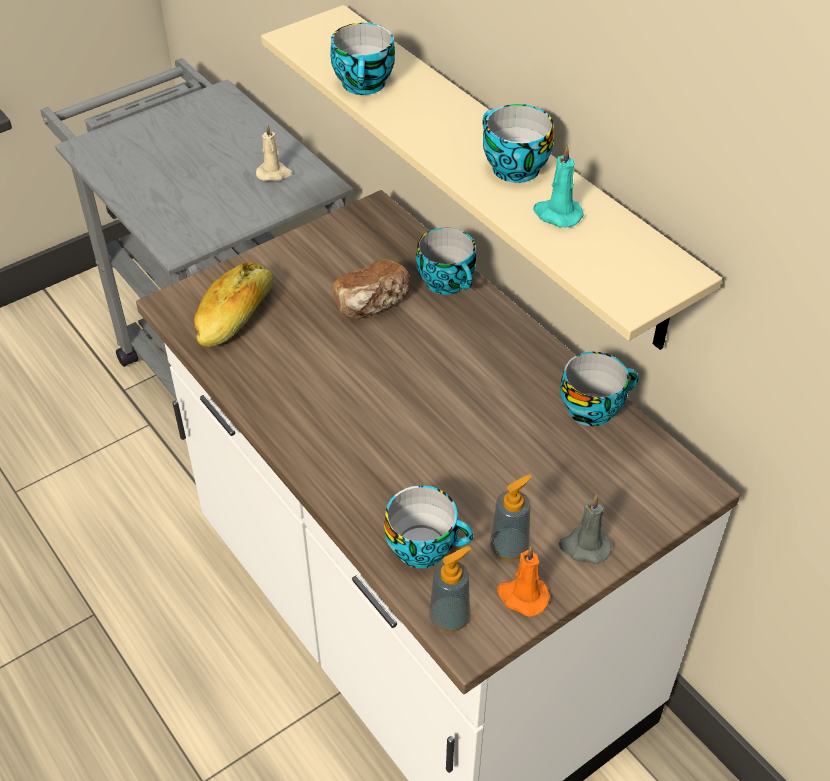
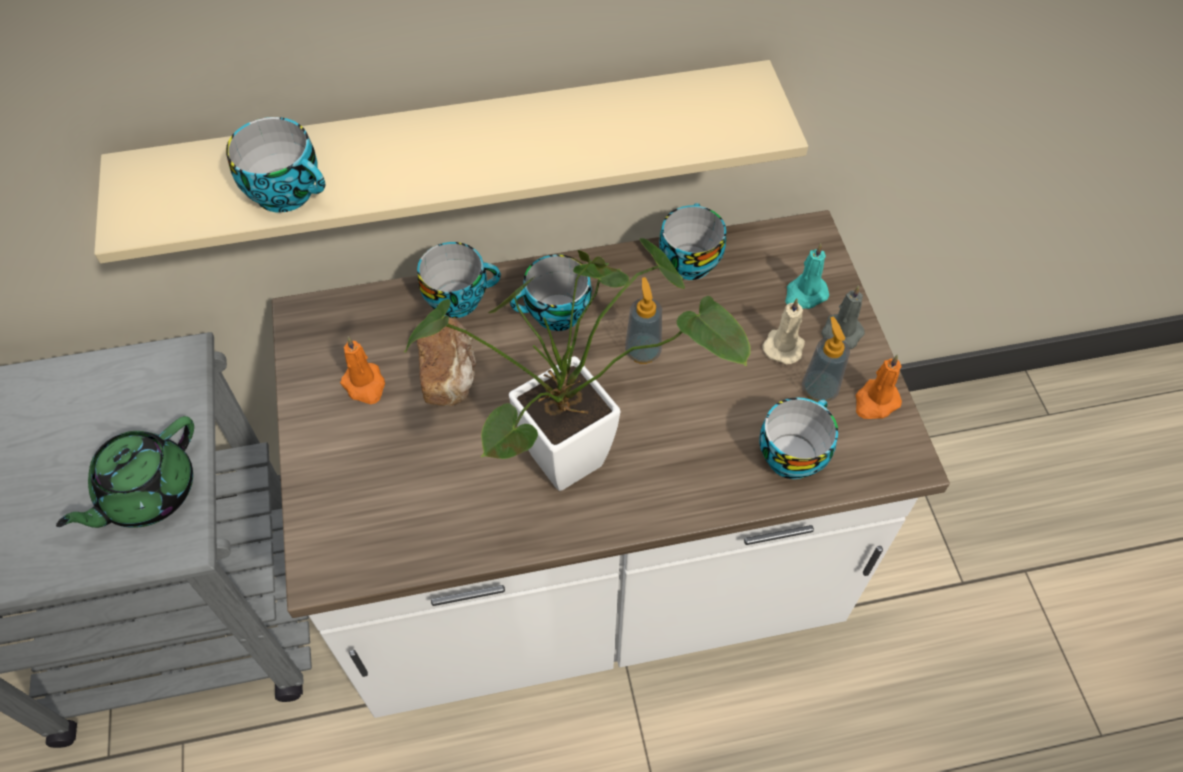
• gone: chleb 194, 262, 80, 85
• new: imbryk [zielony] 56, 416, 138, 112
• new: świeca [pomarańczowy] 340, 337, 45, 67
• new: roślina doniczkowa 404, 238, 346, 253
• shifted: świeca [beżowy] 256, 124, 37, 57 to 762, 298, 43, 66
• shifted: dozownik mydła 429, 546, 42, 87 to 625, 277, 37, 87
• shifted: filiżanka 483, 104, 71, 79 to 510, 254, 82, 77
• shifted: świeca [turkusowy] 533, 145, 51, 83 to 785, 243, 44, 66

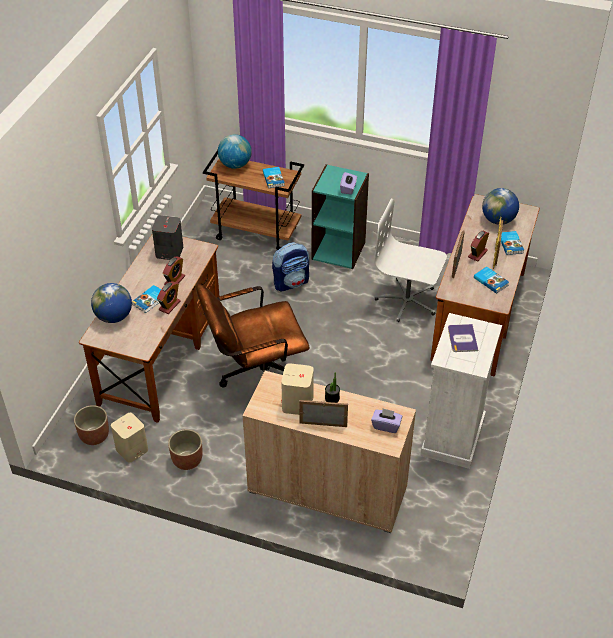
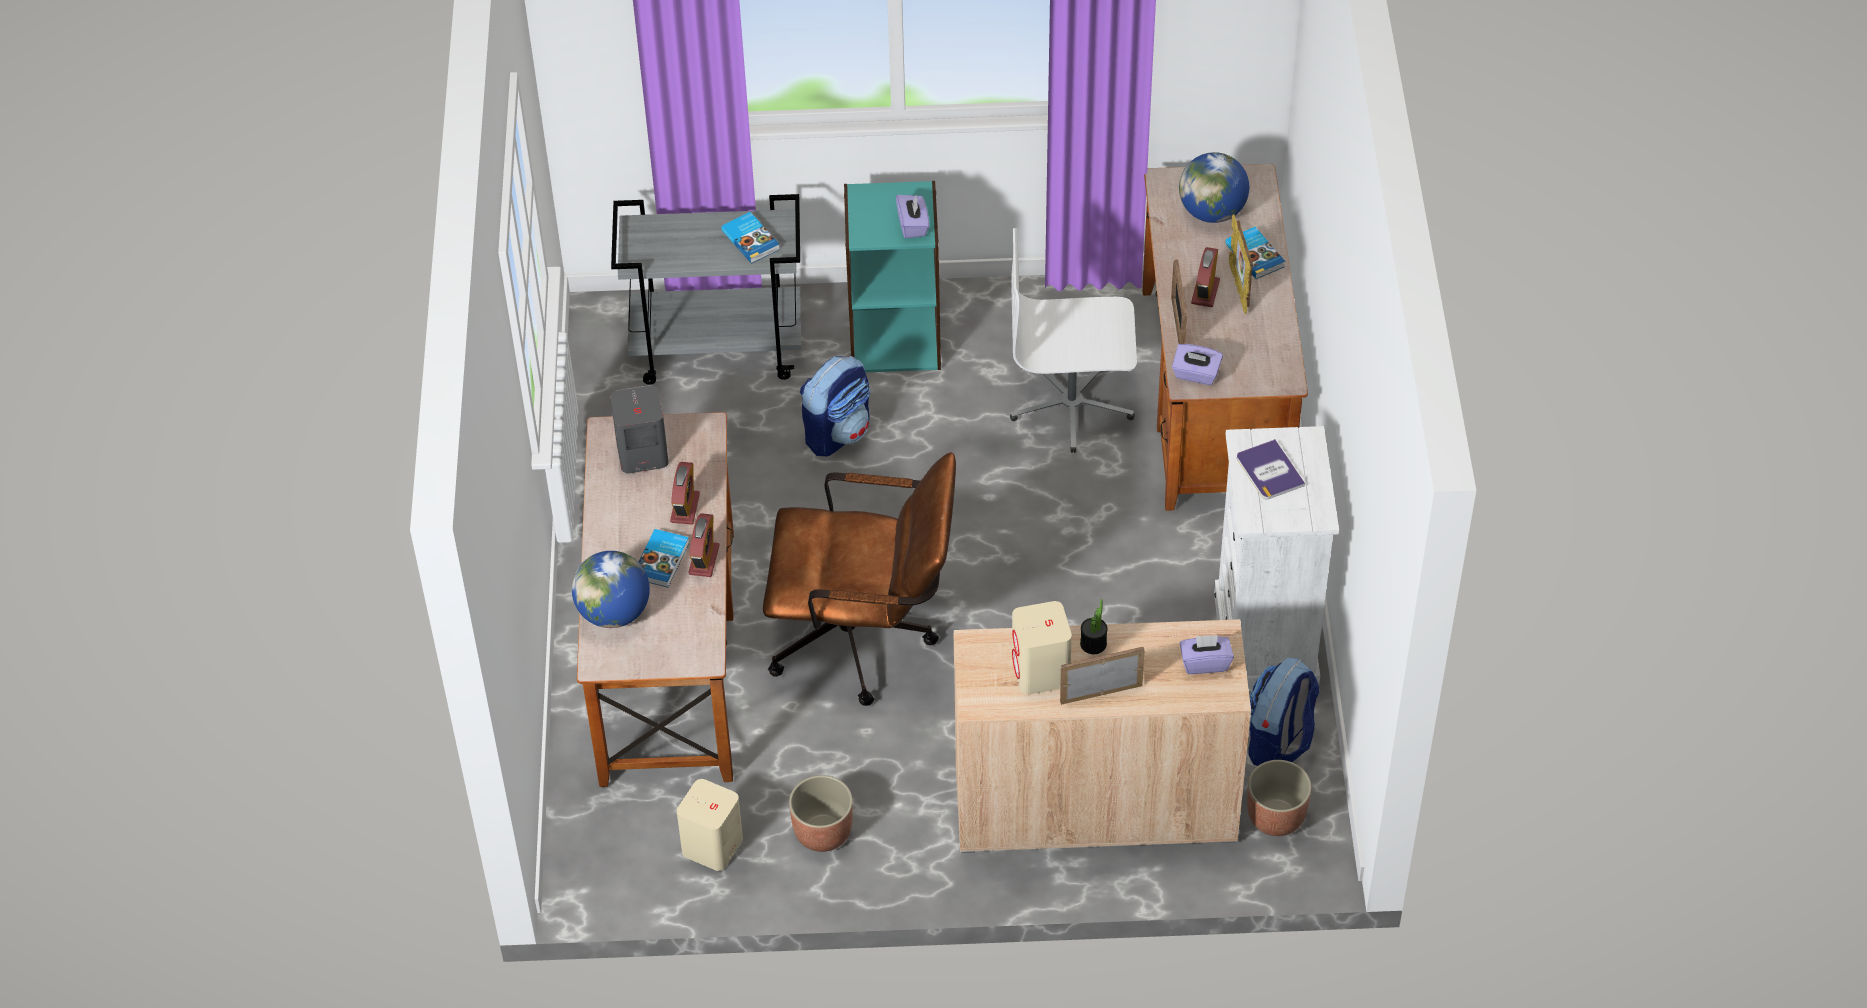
• gone: globus 218, 134, 34, 35
• gone: książka 474, 267, 35, 27
• new: pudełko chusteczek [fioletowy] 1172, 344, 51, 41
• new: plecak 1249, 658, 71, 108
• shifted: donica 74, 405, 35, 40 to 1247, 760, 65, 76
• repainted: wózek [brązowy] 203, 150, 101, 101 to wózek [szary] 611, 194, 191, 191
• rotated: krzesło biurowe [brązowy] 196, 284, 114, 103 = 763, 452, 193, 254 135 degrees counterclockwise

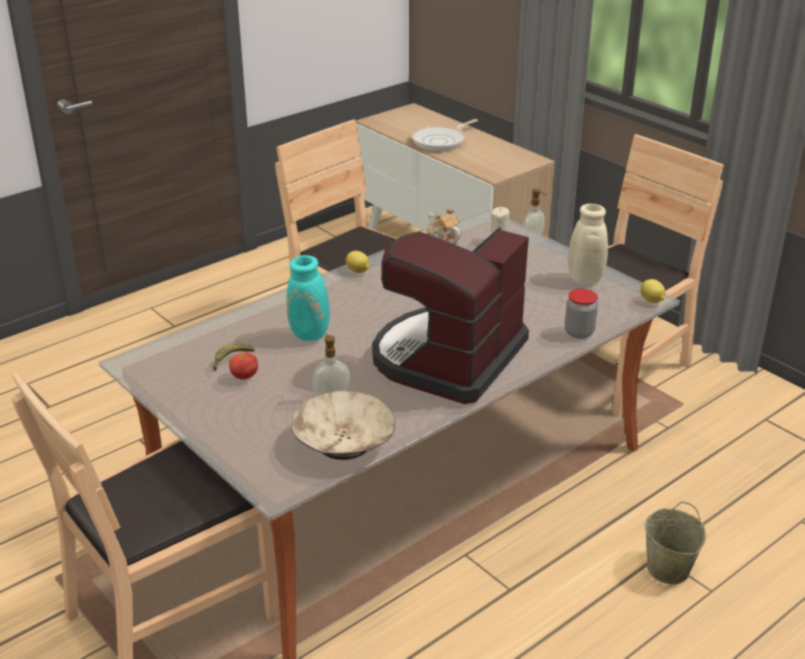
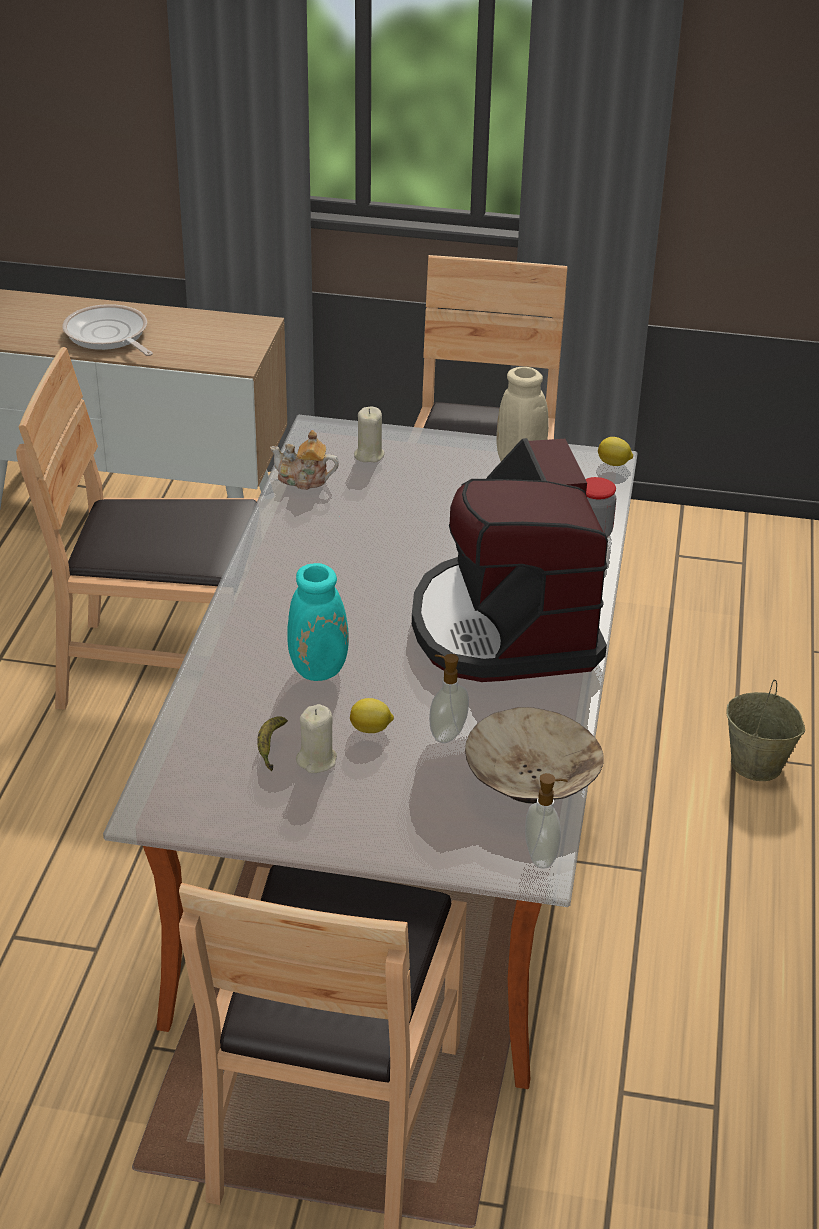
• shifted: cytryna 346, 251, 23, 22 to 350, 698, 44, 35
• shifted: dozownik mydła 523, 188, 23, 57 to 525, 773, 43, 96
• swapped: pomidor 229, 352, 29, 28 to świeca [beżowy] 296, 704, 41, 69
• rotated: patelnia 411, 119, 67, 32 = 62, 304, 91, 52 135 degrees clockwise

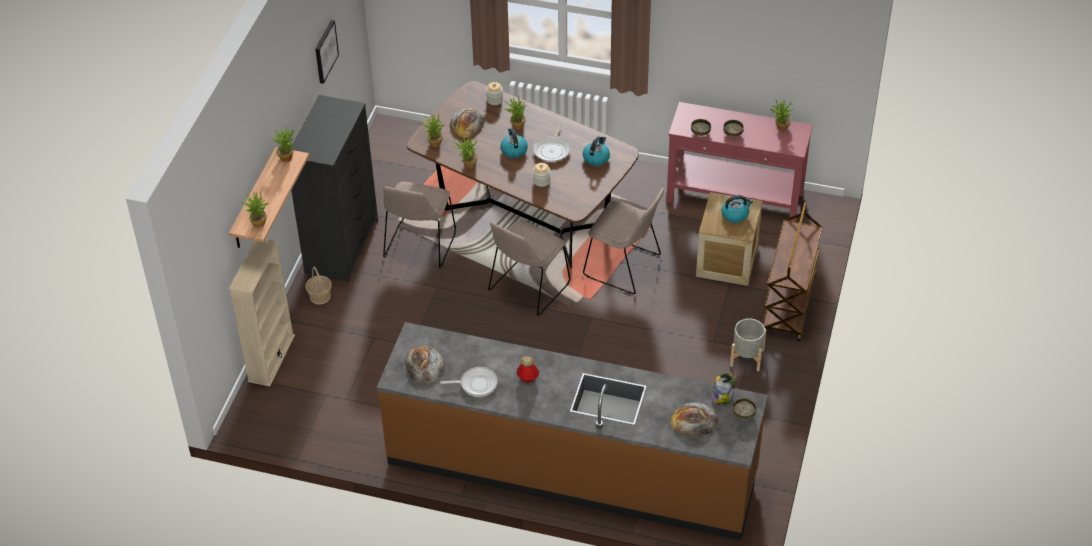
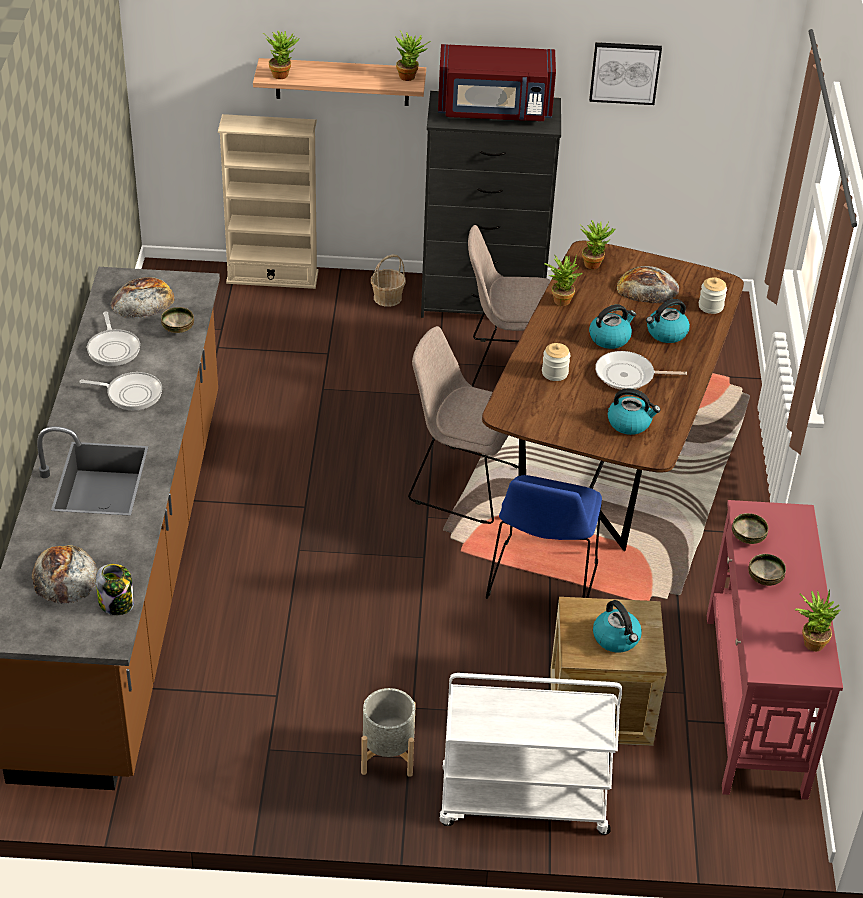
• new: mikrofalówka [czerwony] 438, 44, 118, 77
• shifted: miska 733, 398, 23, 22 to 161, 307, 33, 26
• swapped: roślina doniczkowa 503, 95, 24, 35 to czajnik 646, 299, 44, 44
• swapped: butelka 517, 356, 22, 27 to patelnia 79, 372, 83, 38
• repainted: krzesło [beżowy] 583, 188, 81, 106 to krzesło [niebieski] 486, 475, 116, 124
• repainted: wózek [brązowy] 763, 202, 59, 139 to wózek [biały] 440, 673, 182, 162

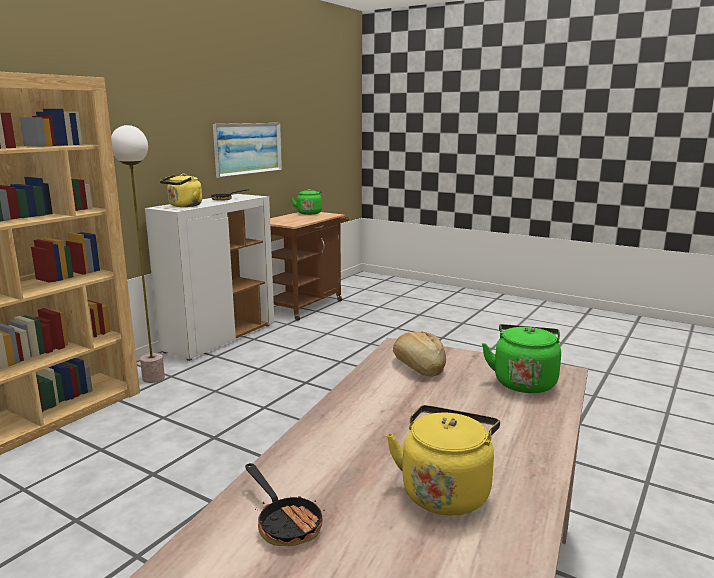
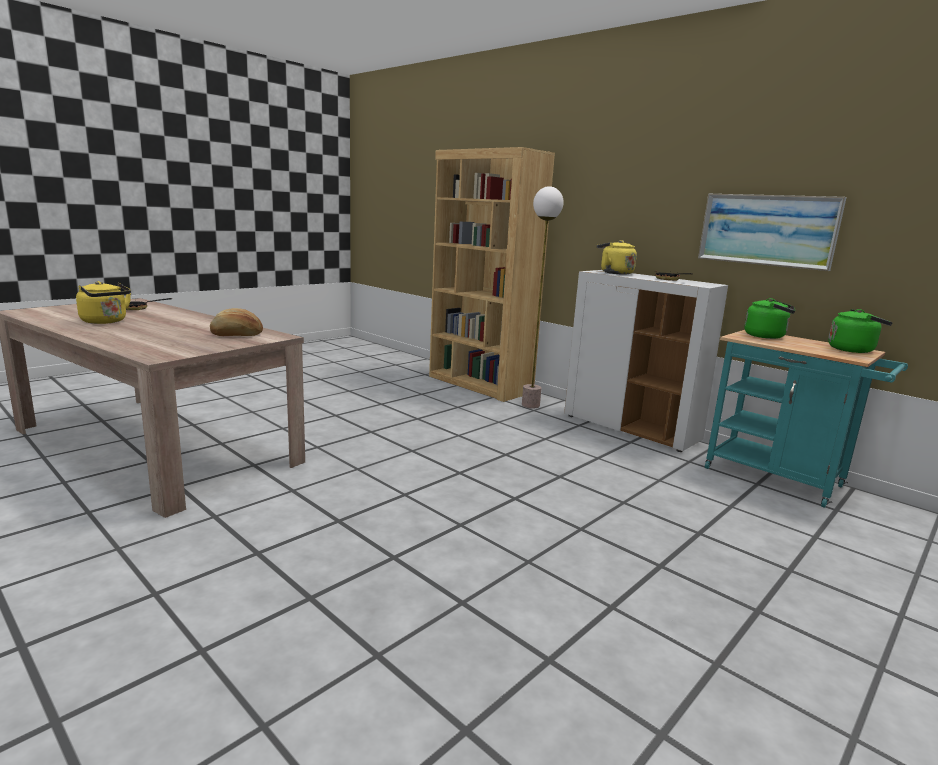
• shifted: czajnik [zielony] 482, 324, 79, 69 to 744, 298, 52, 41
• repainted: wózek [brązowy] 270, 212, 79, 109 to wózek [turkusowy] 705, 330, 203, 178

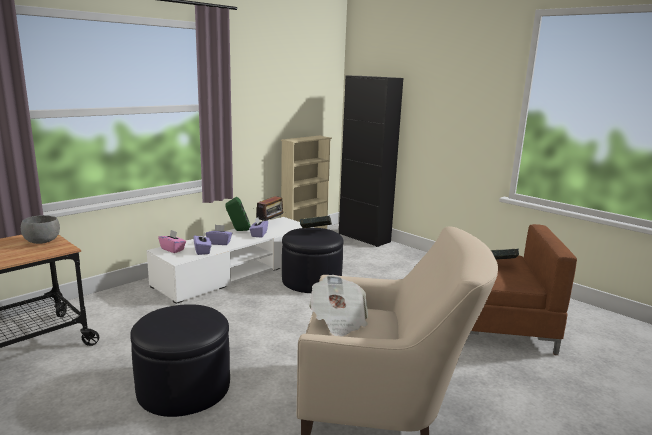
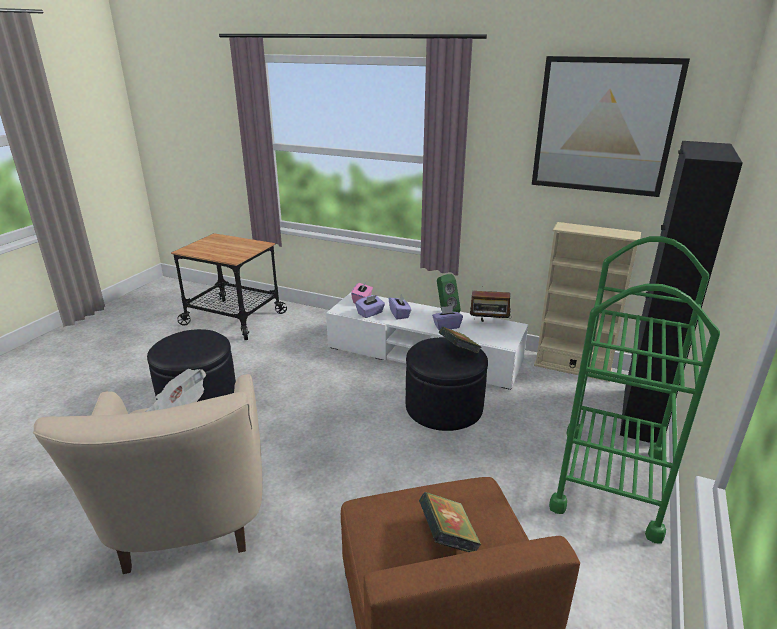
• gone: miska [szary] 21, 215, 39, 29
• new: obraz 532, 56, 158, 141
• new: wózek [zielony] 549, 236, 171, 308

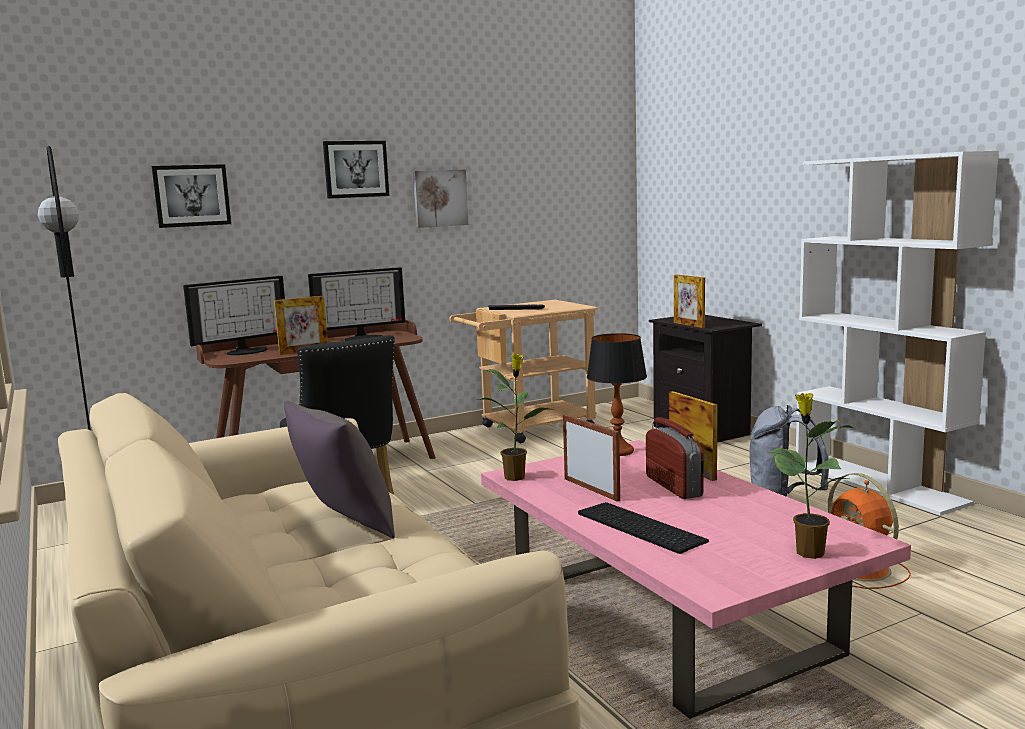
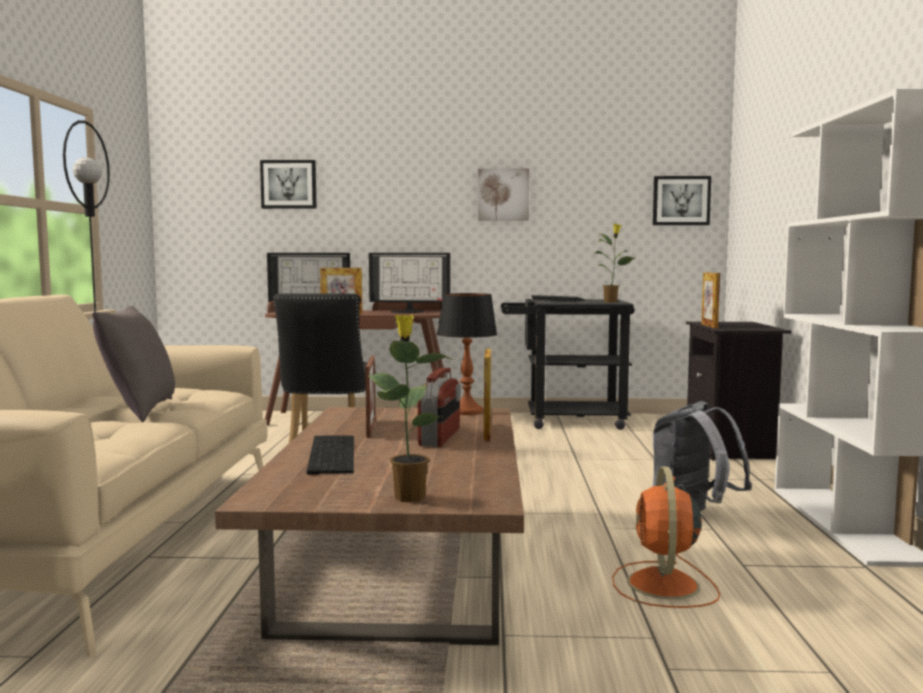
• shifted: obraz 323, 141, 66, 58 to 653, 176, 58, 49
• shifted: roślina doniczkowa 477, 354, 78, 127 to 595, 224, 40, 79
• repainted: wózek [beżowy] 449, 300, 149, 143 to wózek [czarny] 501, 299, 134, 131
• repainted: ława [różowy] 481, 440, 430, 279 to ława [brązowy] 215, 407, 309, 238

